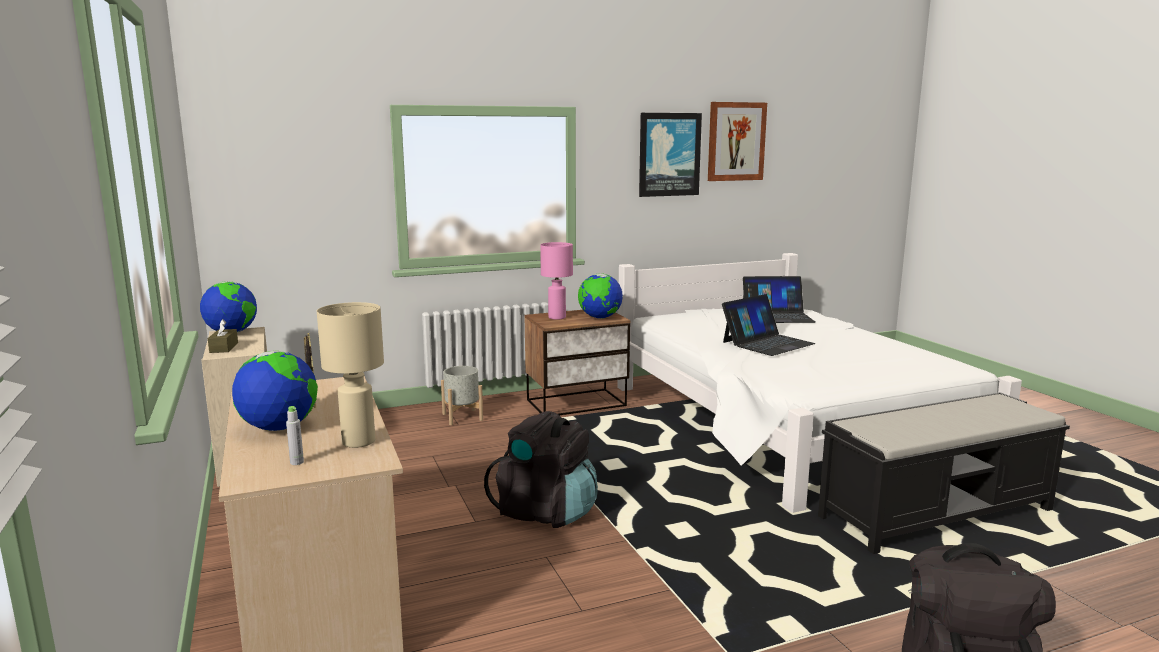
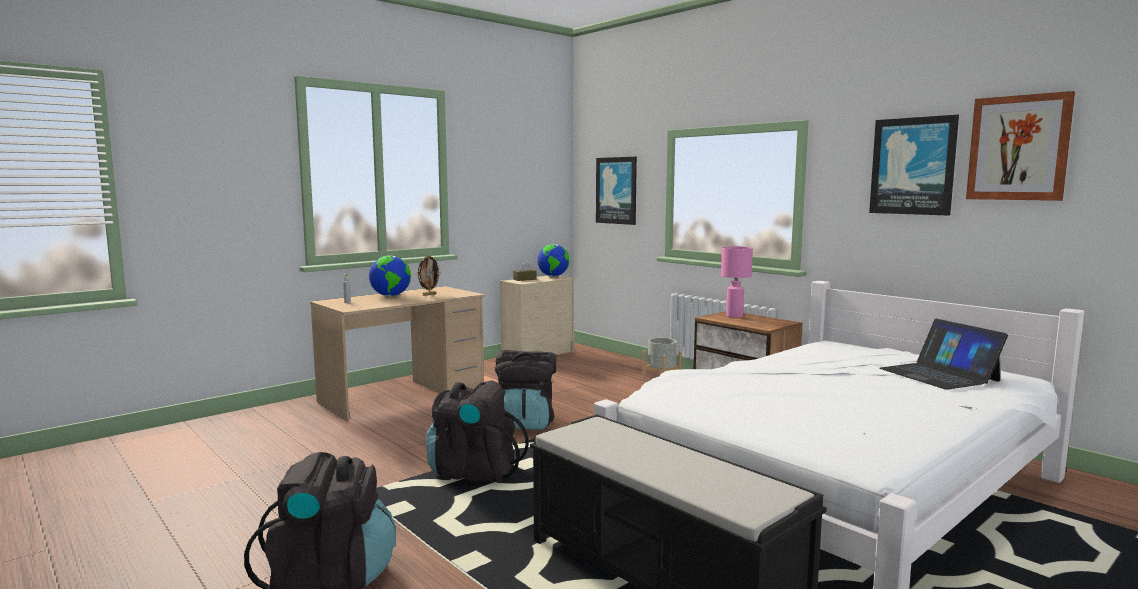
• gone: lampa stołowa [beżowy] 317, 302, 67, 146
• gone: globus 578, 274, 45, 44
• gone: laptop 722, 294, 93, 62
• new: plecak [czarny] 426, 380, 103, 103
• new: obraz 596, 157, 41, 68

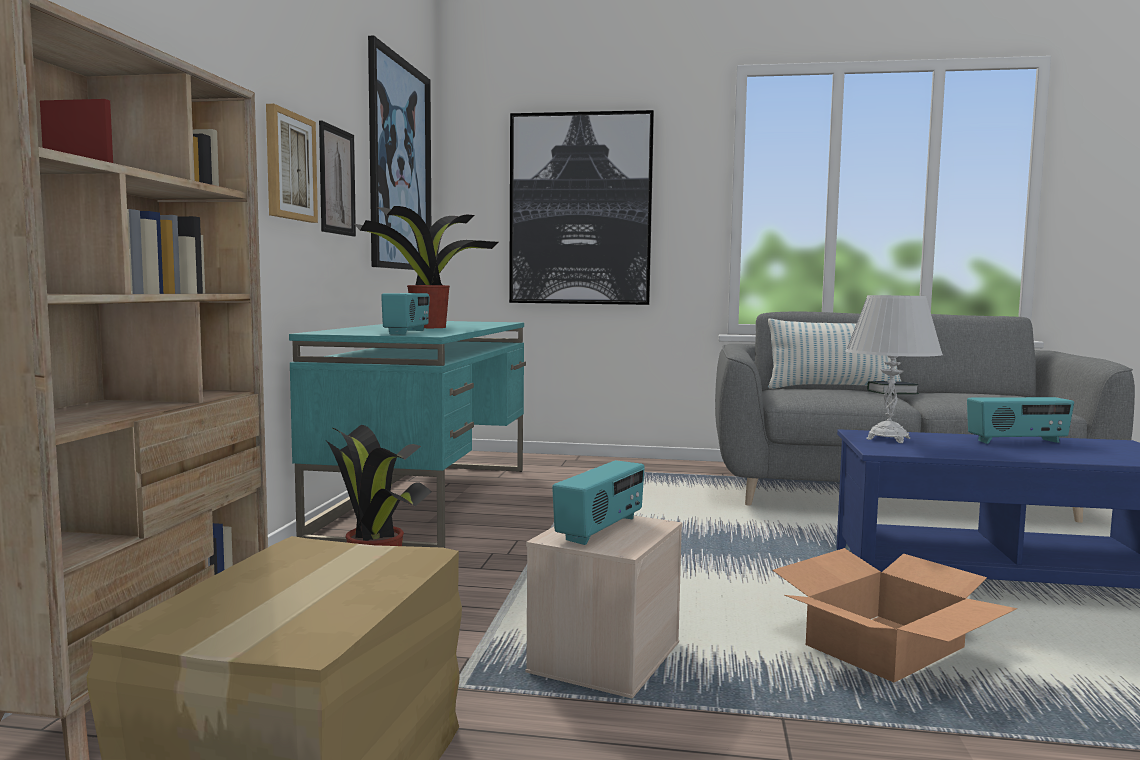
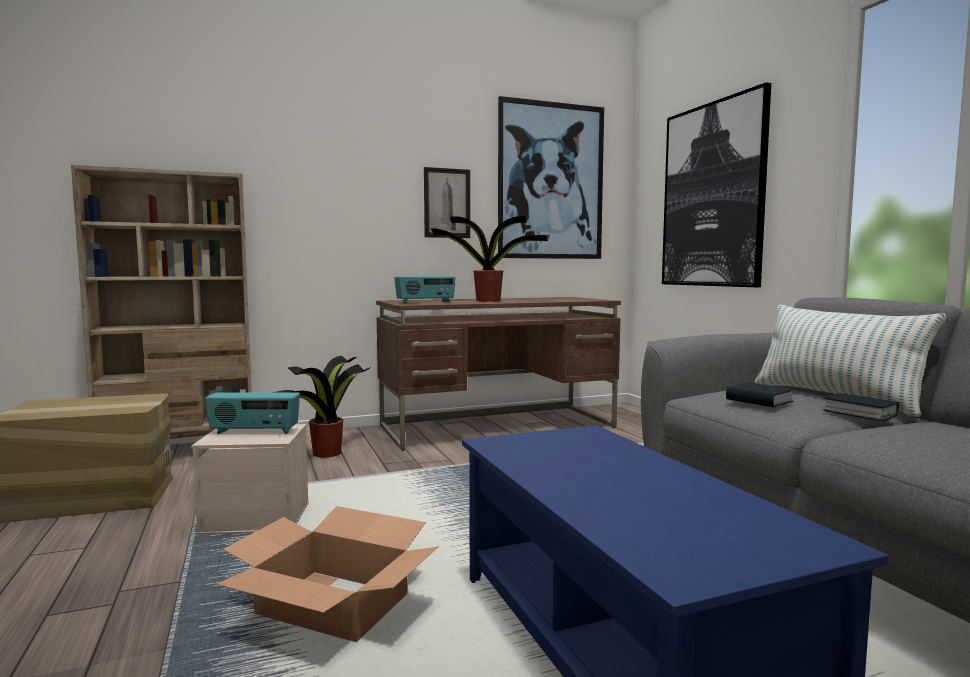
• gone: obraz 266, 104, 52, 119
• gone: lampa stołowa [biały] 846, 295, 97, 148
• gone: radio 967, 397, 107, 47
• new: książka 726, 382, 68, 25
• repainted: biurko [turkusowy] 289, 321, 237, 227 to biurko [brązowy] 376, 297, 245, 154

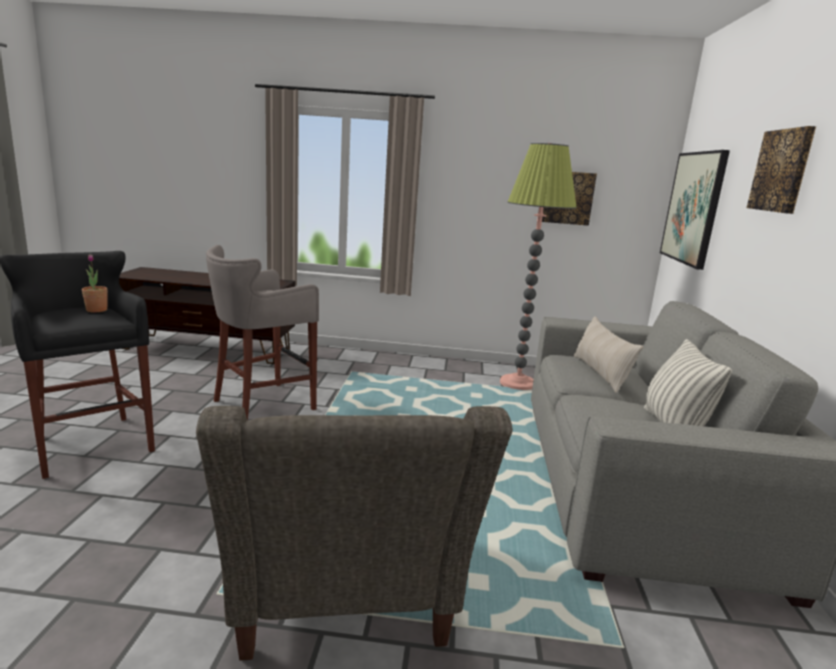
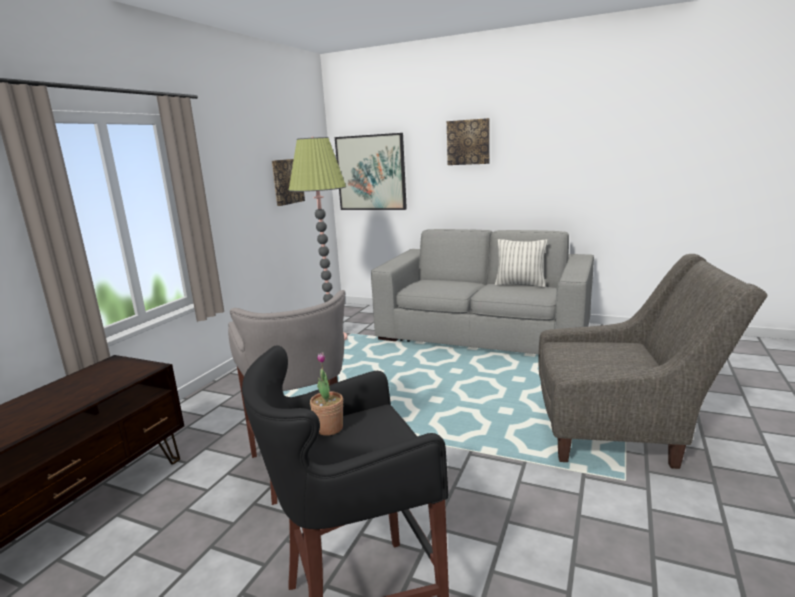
• gone: poduszka [beżowy] 574, 316, 69, 77

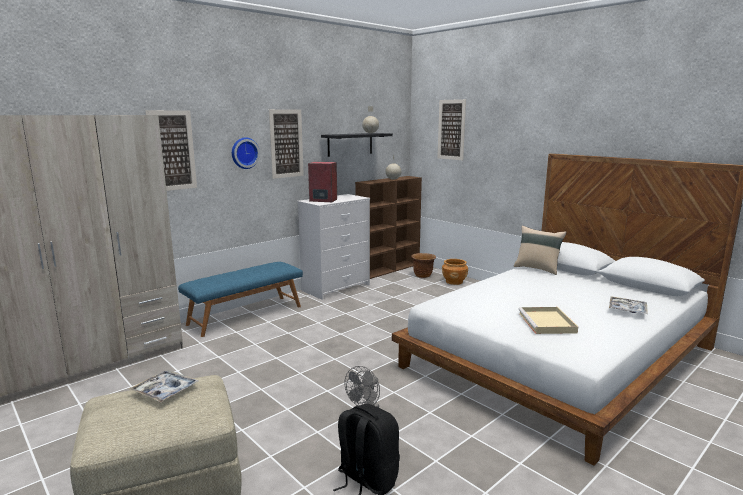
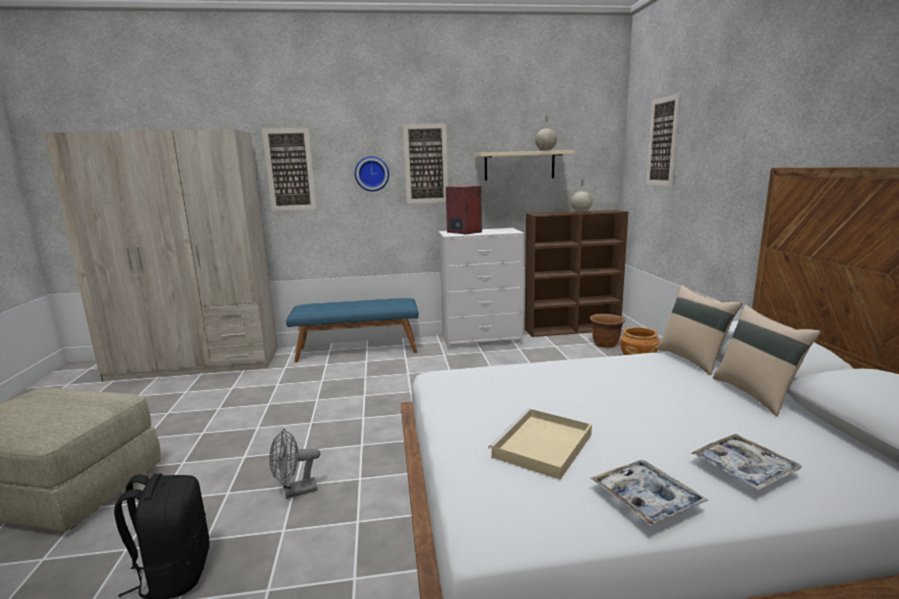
• new: poduszka [beżowy] 713, 305, 108, 111
• shifted: taca 129, 370, 70, 33 to 590, 460, 119, 66
• repainted: półka [czarny] 321, 133, 72, 24 to półka [beżowy] 475, 150, 100, 31

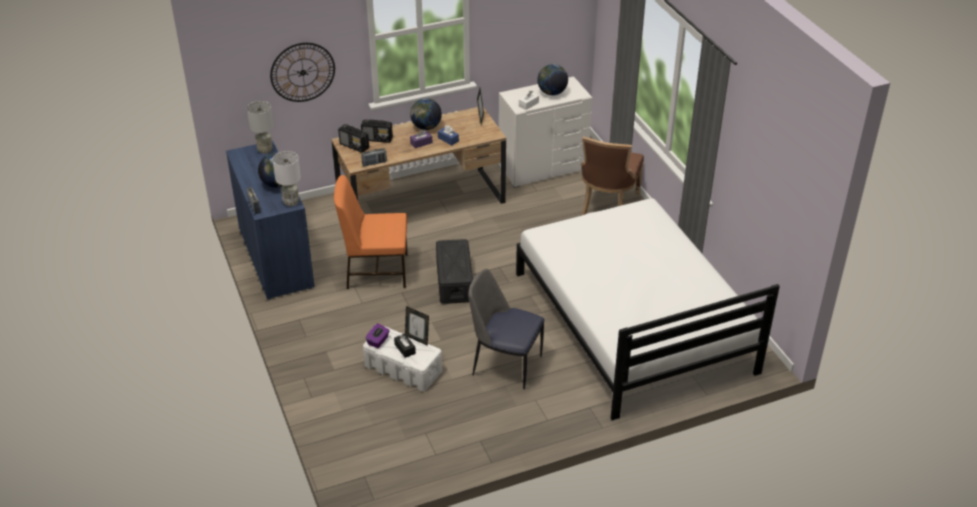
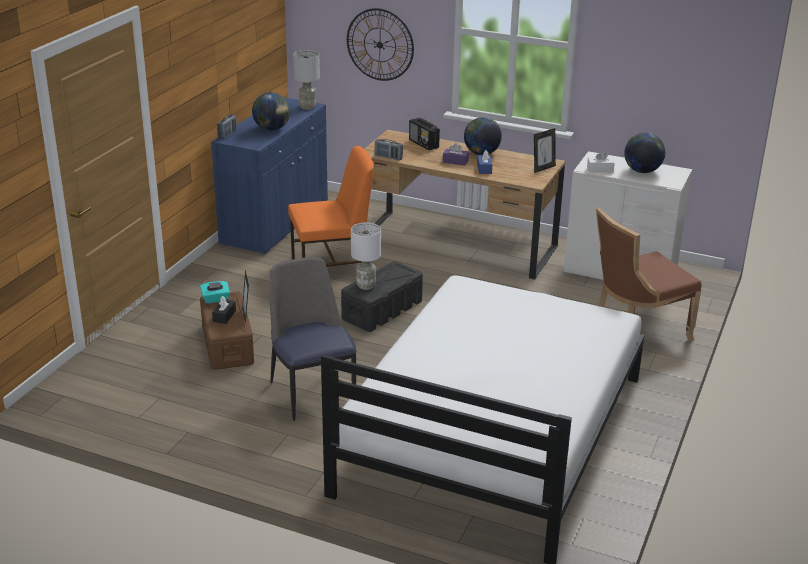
• gone: radio 338, 124, 31, 29
• shifted: lampa stołowa [biały] 272, 151, 29, 55 to 351, 222, 30, 68
• repainted: pojemnik do przechowywania [biały] 363, 326, 79, 65 to pojemnik do przechowywania [brązowy] 200, 292, 54, 78
• repainted: pudełko chusteczek [fioletowy] 366, 323, 24, 25 to pudełko chusteczek [turkusowy] 200, 281, 30, 23
• rotated: krzesło [pomarańczowy] 334, 175, 74, 114 = 288, 146, 86, 121 120 degrees clockwise

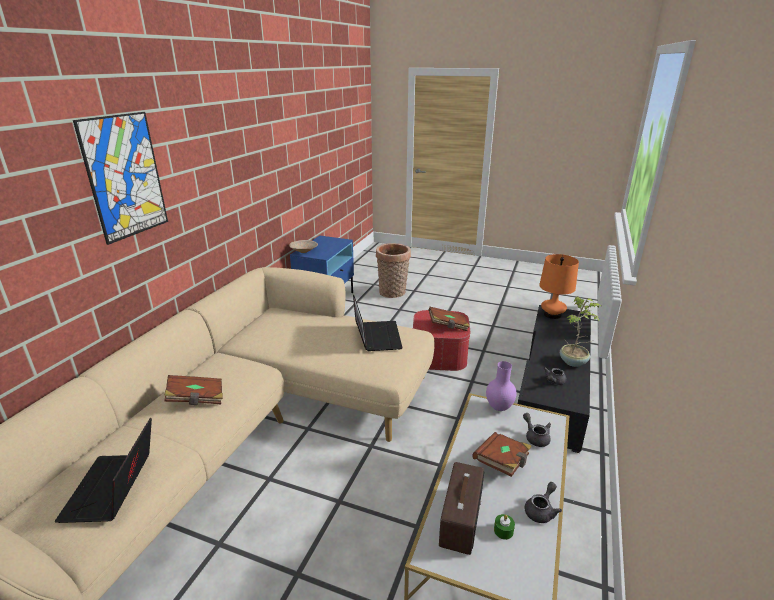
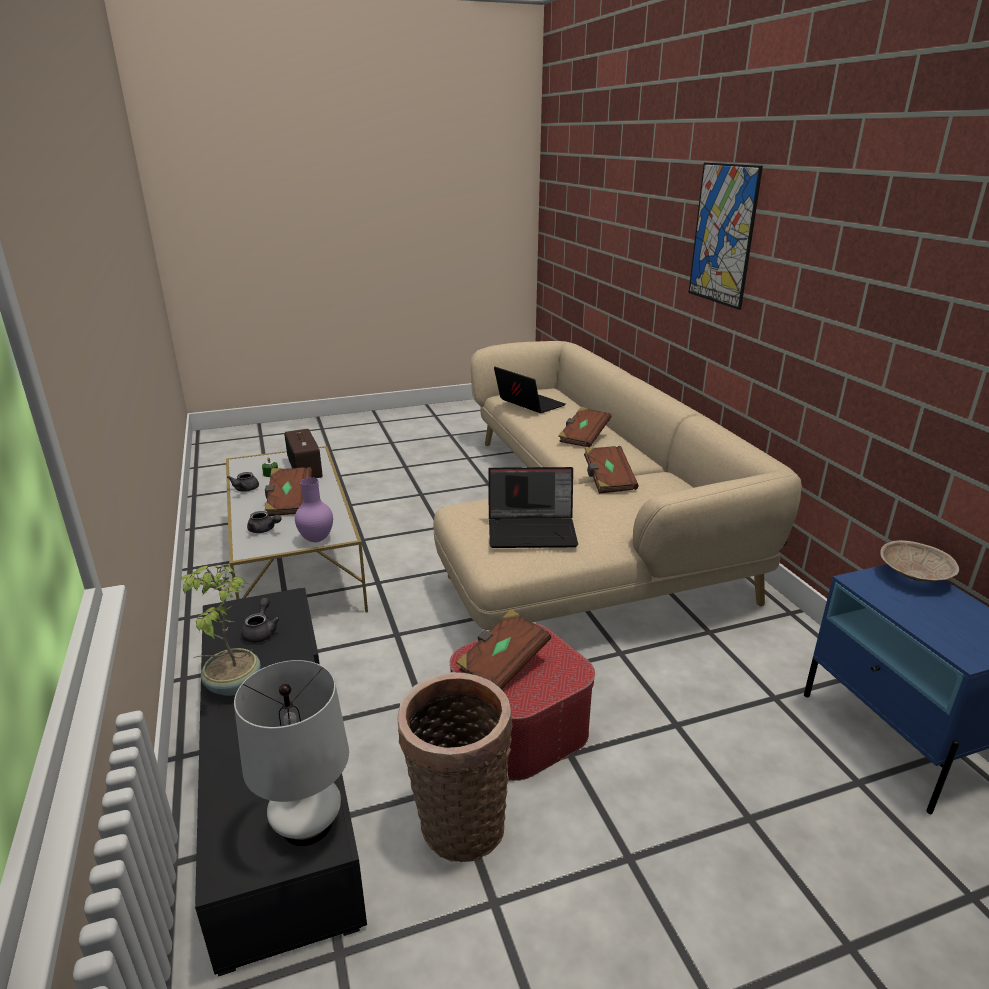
• new: książka [brązowy] 584, 446, 55, 48
• shifted: koszyk 376, 243, 35, 55 to 397, 672, 115, 190
• repainted: lampa stołowa [pomarańczowy] 539, 254, 40, 65 to lampa stołowa [biały] 234, 660, 115, 186
• rotated: laptop 353, 295, 50, 56 = 488, 467, 90, 81 45 degrees counterclockwise

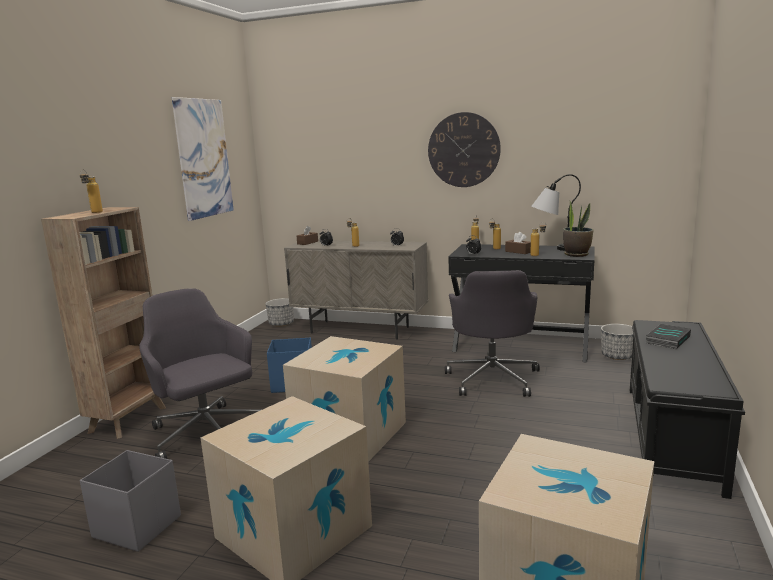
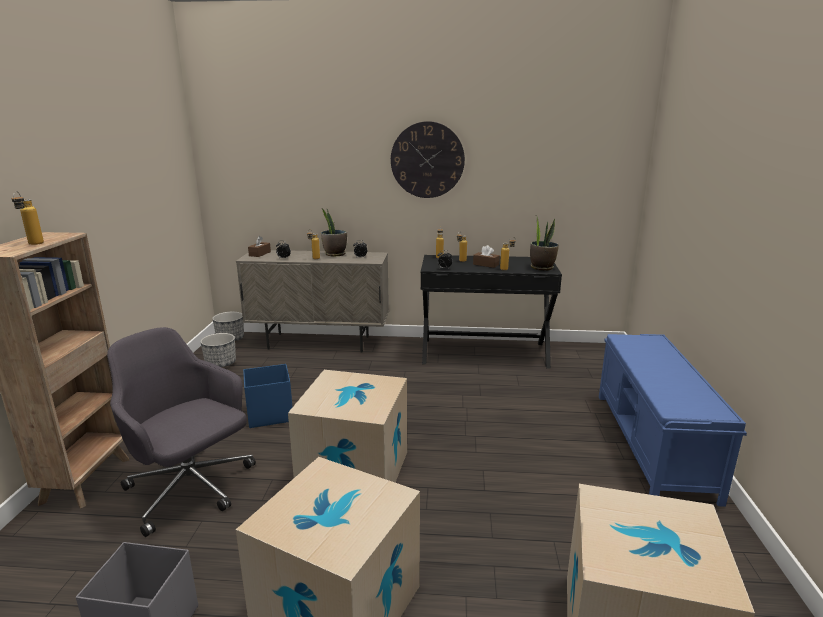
• gone: obraz 172, 97, 62, 124
• gone: krzesło biurowe [szary] 445, 270, 95, 127
• gone: lampa stołowa 532, 174, 49, 77
• gone: książka 646, 324, 45, 25
• new: roślina doniczkowa 321, 208, 26, 48
• shifted: donica 601, 324, 32, 36 to 200, 333, 36, 35
• repainted: ławka [czarny] 630, 320, 115, 179 to ławka [niebieski] 599, 334, 148, 173

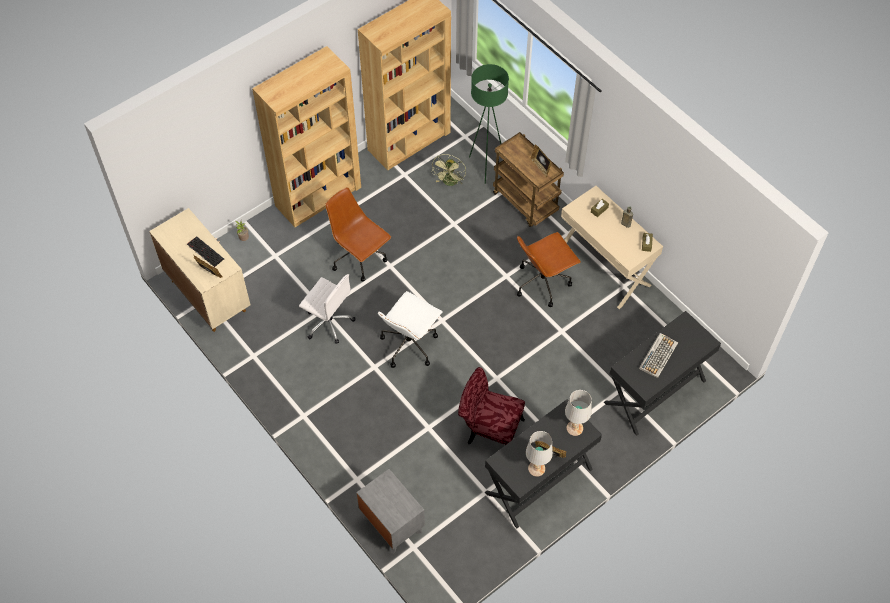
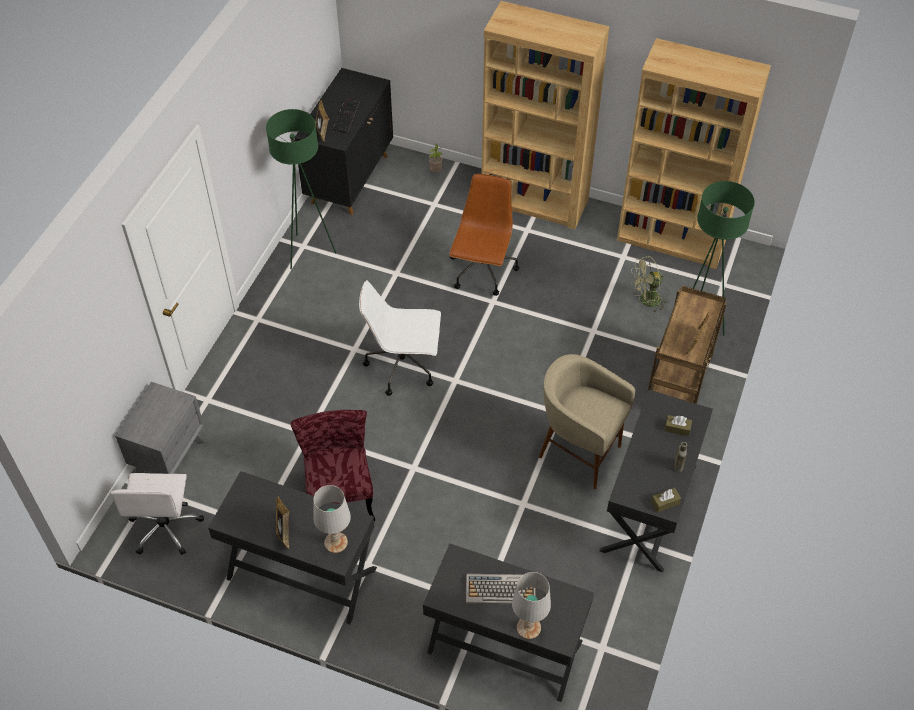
• new: lampa stojąca [zielony] 266, 109, 70, 160
• shifted: krzesło biurowe [biały] 299, 274, 56, 70 to 110, 473, 94, 82
• shifted: lampa stołowa [biały] 526, 431, 27, 46 to 512, 572, 39, 67
• swapped: krzesło biurowe [brązowy] 517, 232, 64, 75 to stołek [beżowy] 539, 354, 96, 135
• repainted: szafka [beżowy] 149, 208, 101, 124 to szafka [czarny] 294, 68, 99, 147
• repainted: biurko [beżowy] 561, 186, 102, 123 to biurko [czarny] 600, 390, 113, 182

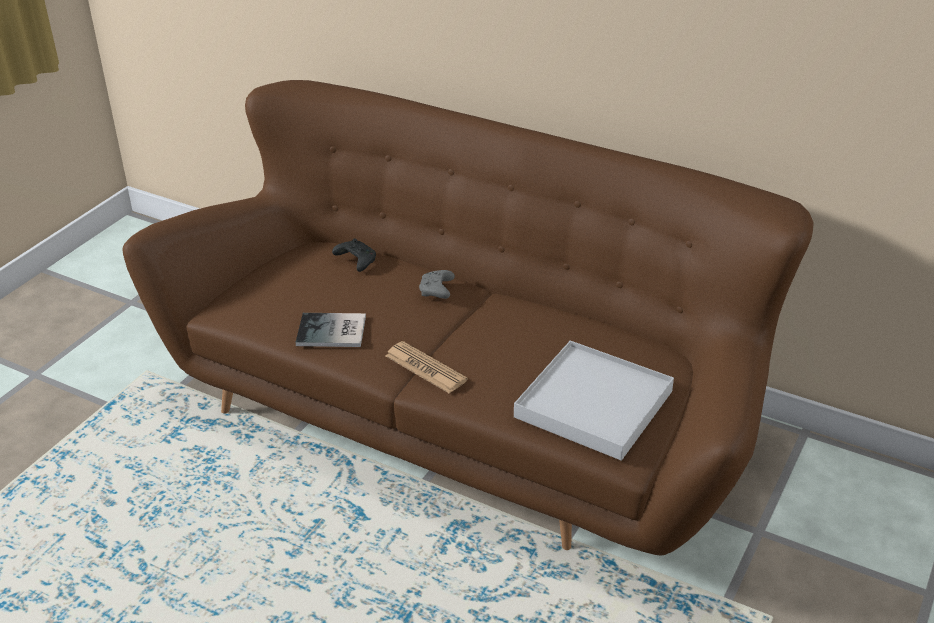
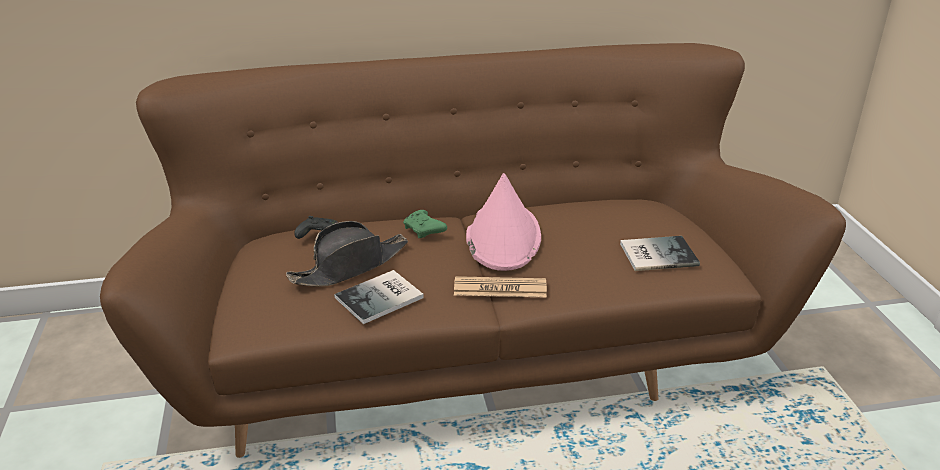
• new: kapelusz [czarny] 286, 221, 122, 66
• new: kapelusz [różowy] 466, 173, 75, 98
• swapped: taca [biały] 514, 340, 160, 121 to książka 620, 236, 80, 35
• repainted: pad do gier [szary] 419, 270, 36, 29 to pad do gier [zielony] 403, 210, 44, 28

